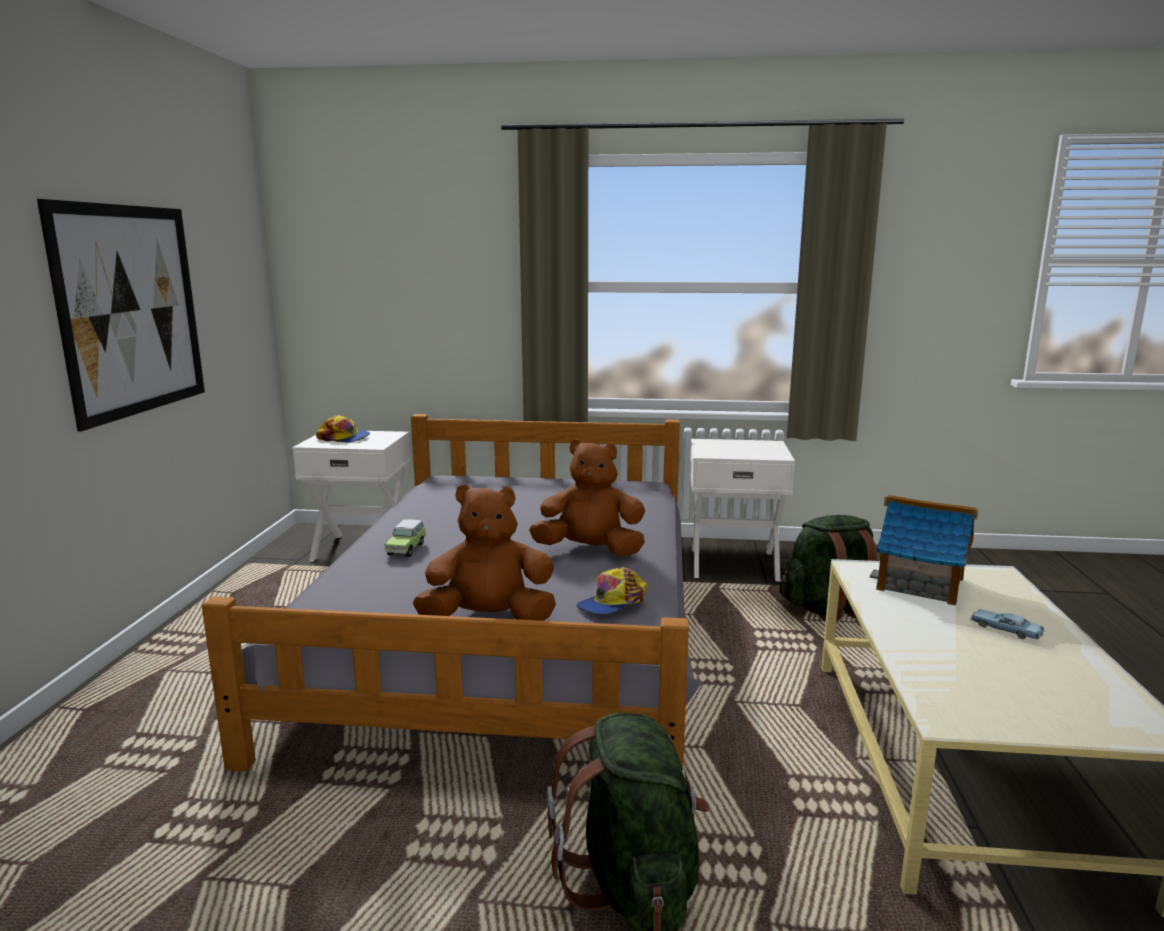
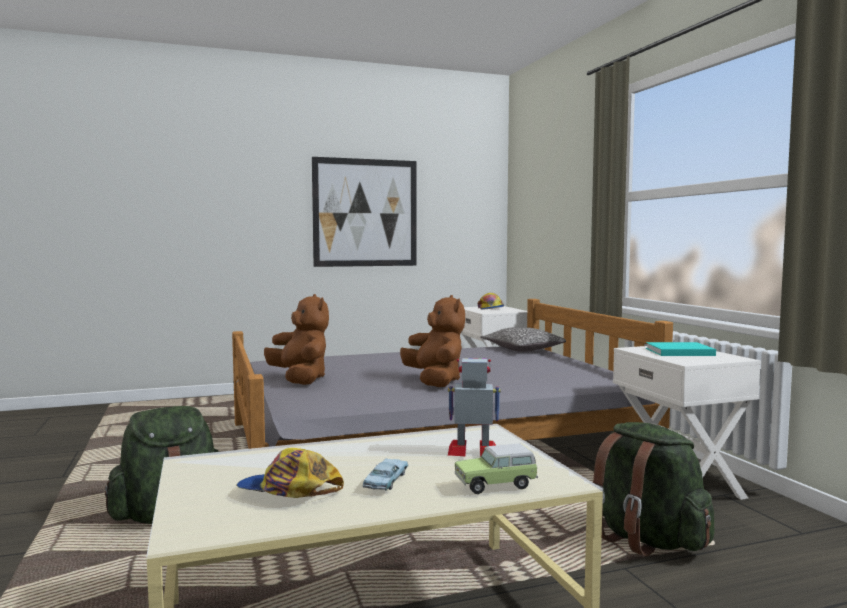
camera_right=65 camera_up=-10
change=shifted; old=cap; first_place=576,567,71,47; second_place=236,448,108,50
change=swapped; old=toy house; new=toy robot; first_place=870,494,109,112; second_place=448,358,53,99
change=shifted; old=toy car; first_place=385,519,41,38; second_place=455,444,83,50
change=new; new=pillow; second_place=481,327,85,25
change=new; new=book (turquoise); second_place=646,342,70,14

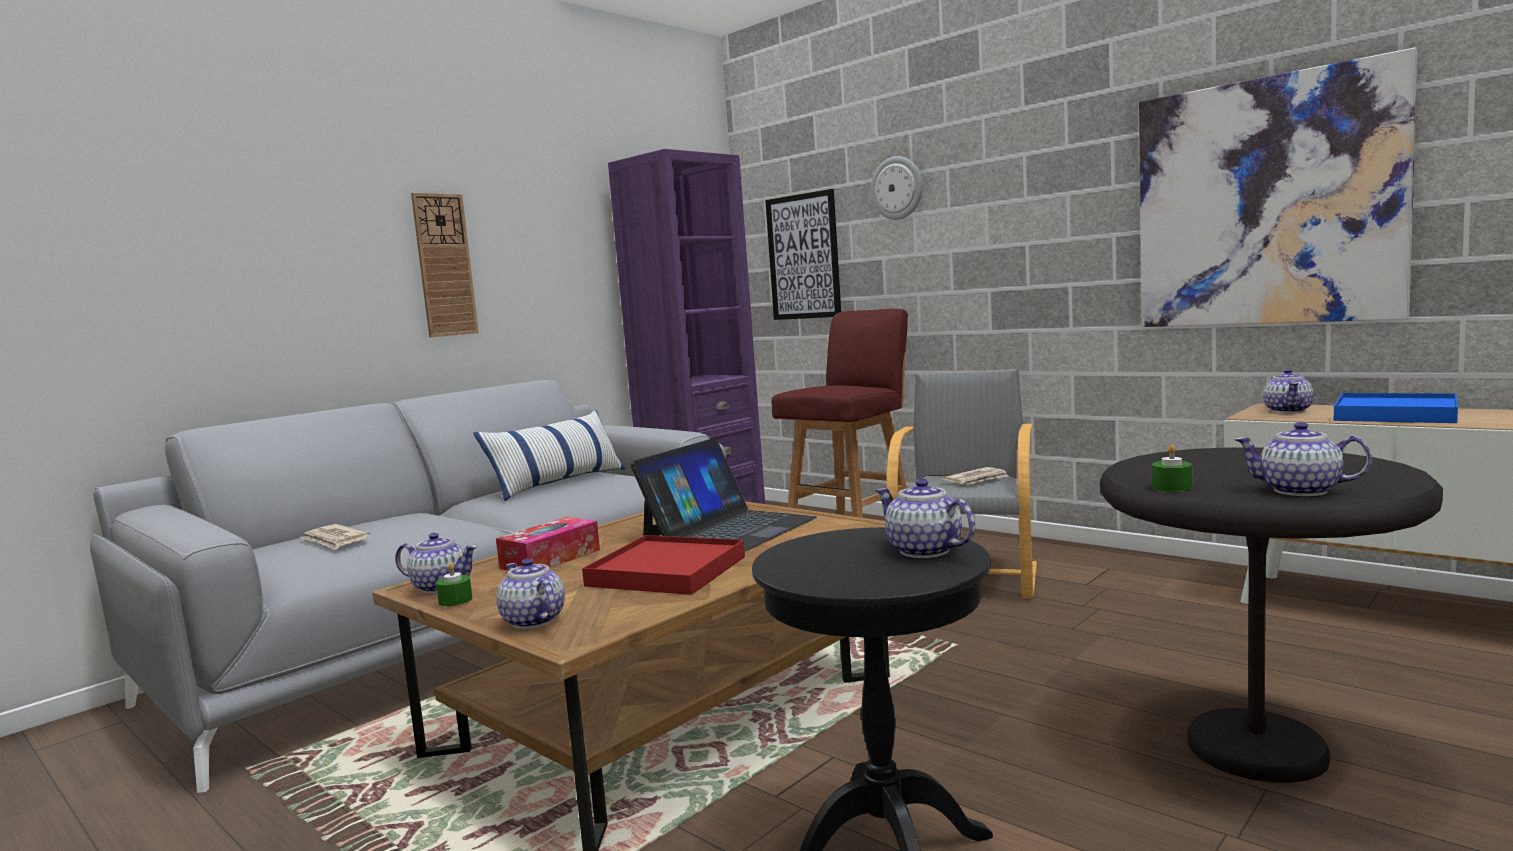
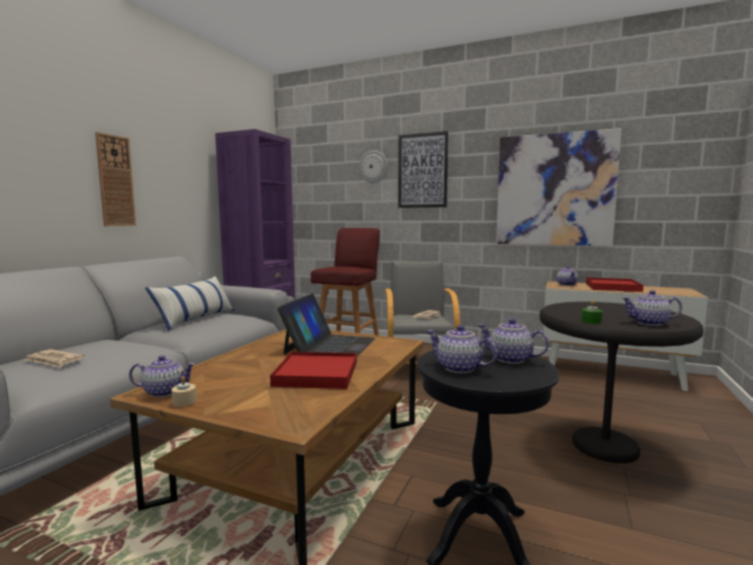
camera_right=-20 camera_up=0
change=repainted; old=candle (green); new=candle (beige); first_place=436,563,36,43; second_place=171,376,26,31
change=shifted; old=picture; first_place=765,189,76,131; second_place=398,131,51,77
change=shifted; old=teapot; first_place=496,558,69,71; second_place=427,325,70,48
change=repainted; old=tray (blue); new=tray (red); first_place=1334,393,124,30; second_place=586,277,57,15
change=gone; old=tissue box; first_place=496,517,104,53

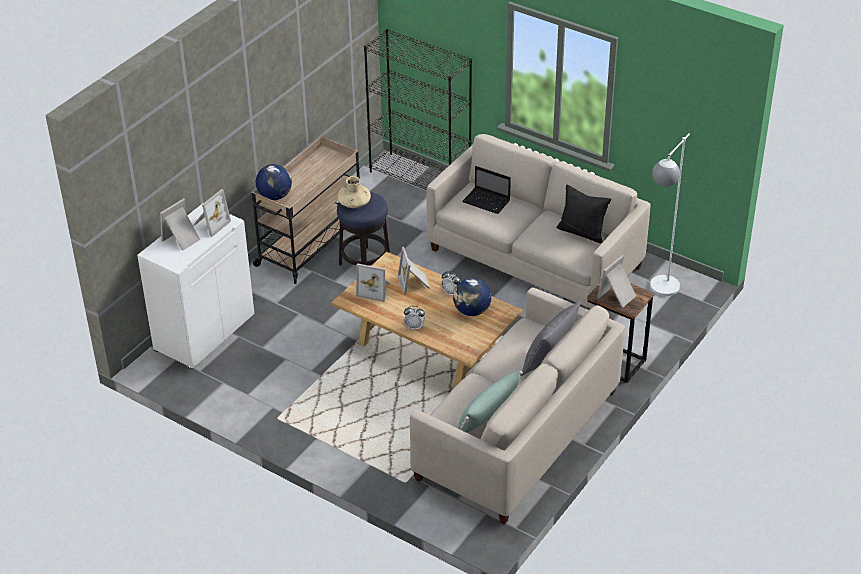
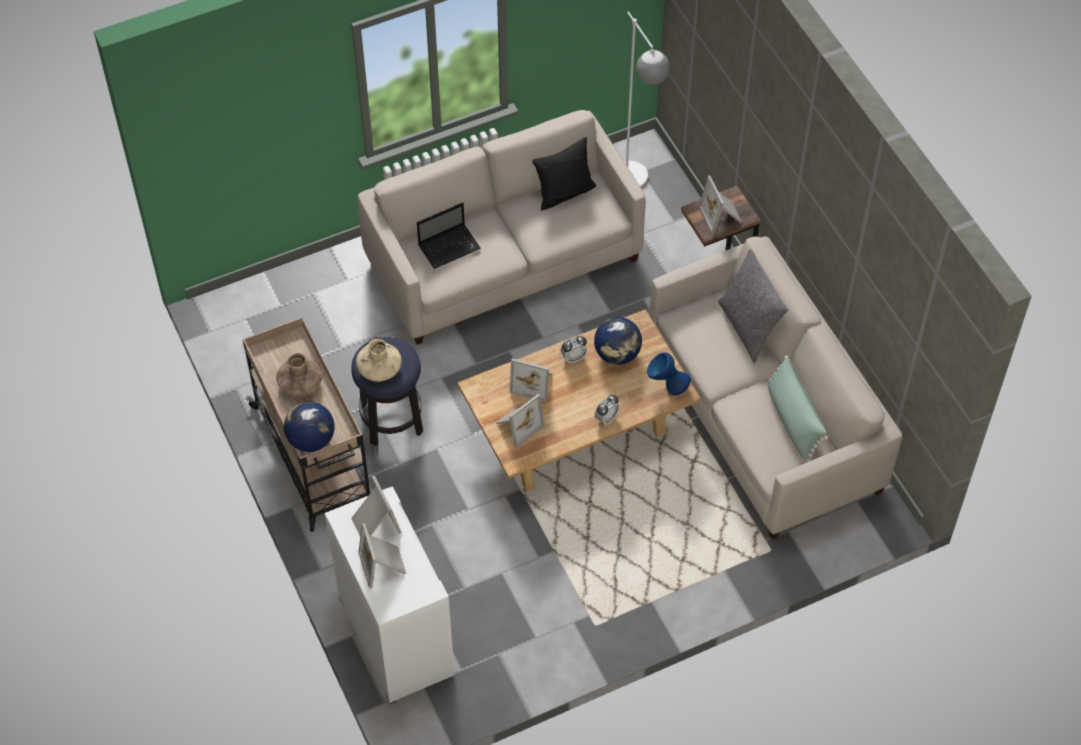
camera_right=-60 camera_up=15
change=new; new=vase (brown); second_place=276,353,46,43
change=new; new=vase (blue); second_place=647,352,44,43
change=gone; old=bookcase (black); first_place=364,29,108,161

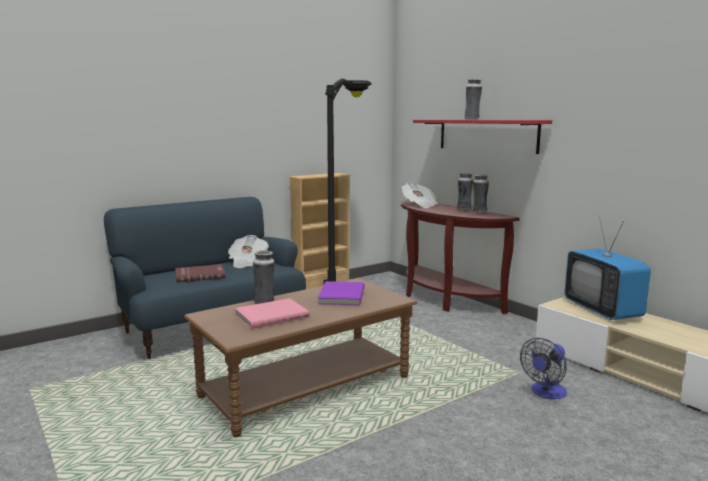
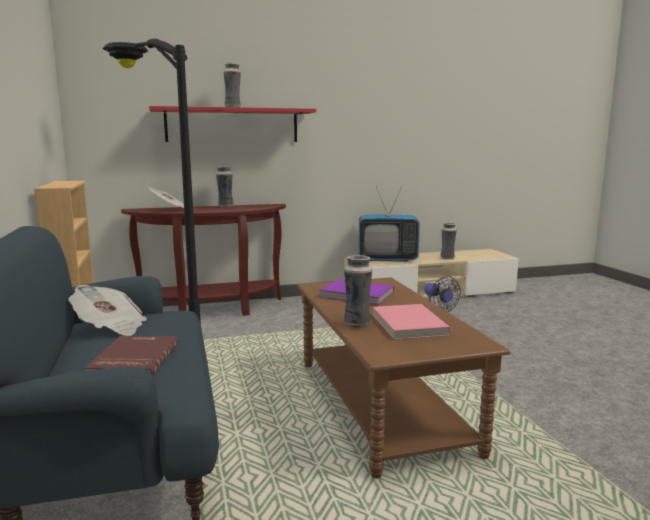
camera_right=-70 camera_up=0
change=shifted; old=vase; first_place=473,174,16,39; second_place=441,222,16,38

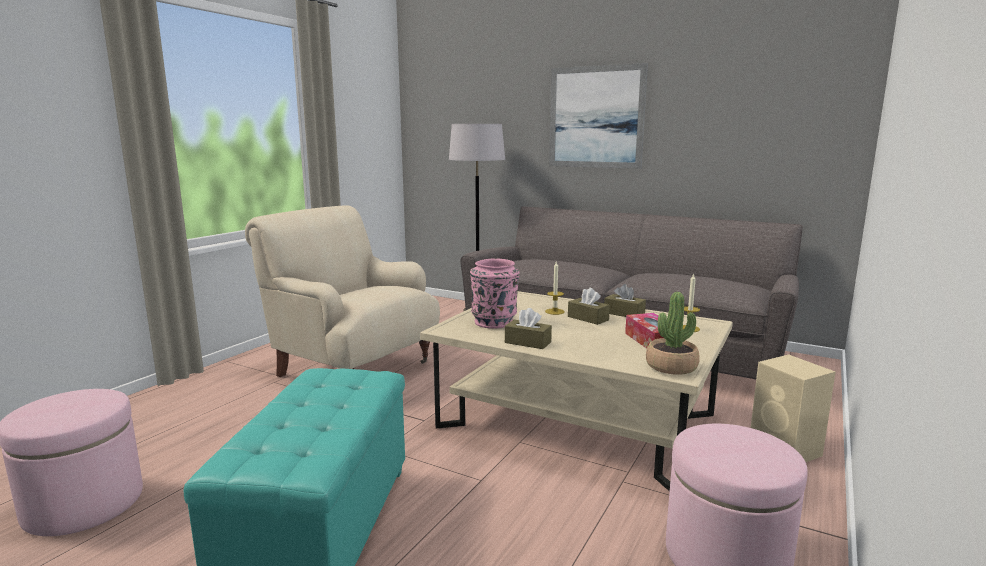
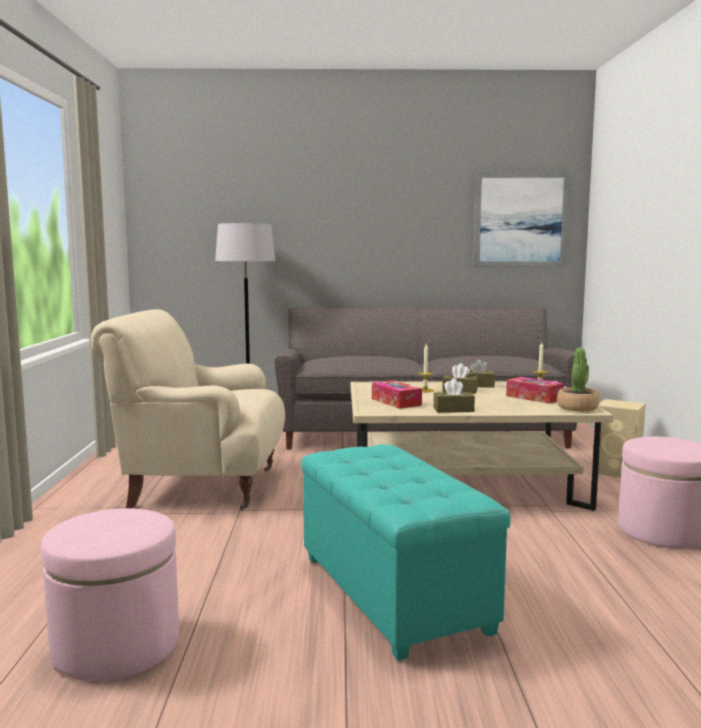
camera_right=-30 camera_up=-5
change=swapped; old=vase (pink); new=tissue box; first_place=470,258,49,71; second_place=372,380,50,29
change=shifted; old=picture; first_place=549,63,99,106; second_place=473,172,97,95

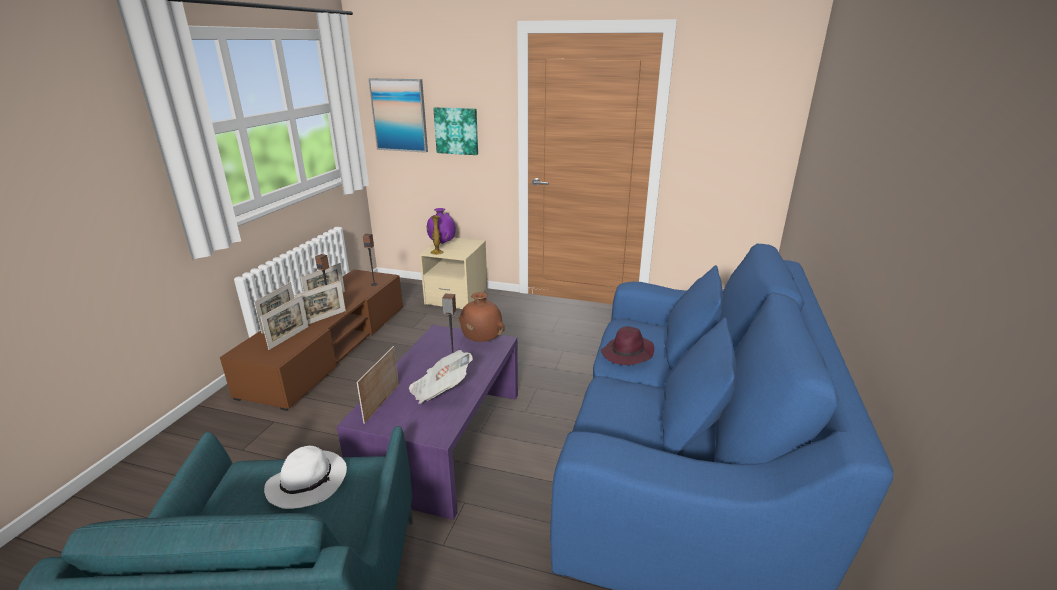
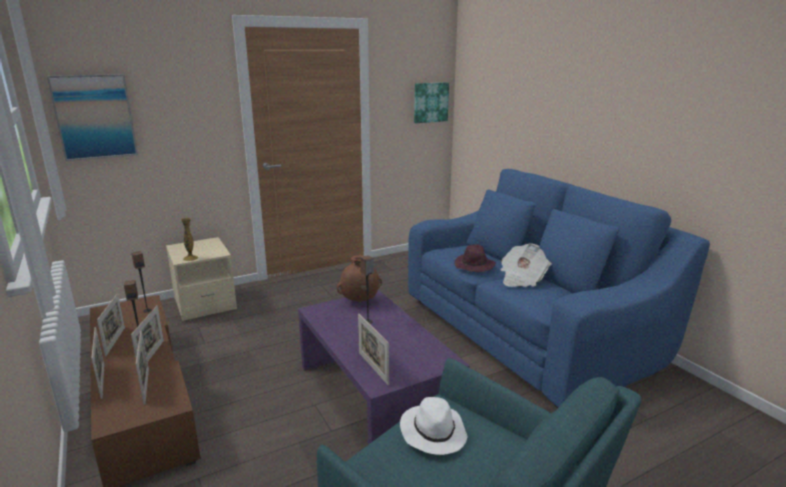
camera_right=-45 camera_up=-5
change=shifted; old=picture; first_place=433,107,45,48; second_place=414,82,35,41
change=shifted; old=newspaper; first_place=409,350,64,54; second_place=501,243,51,44
change=gone; old=vase (purple); first_place=427,208,29,36

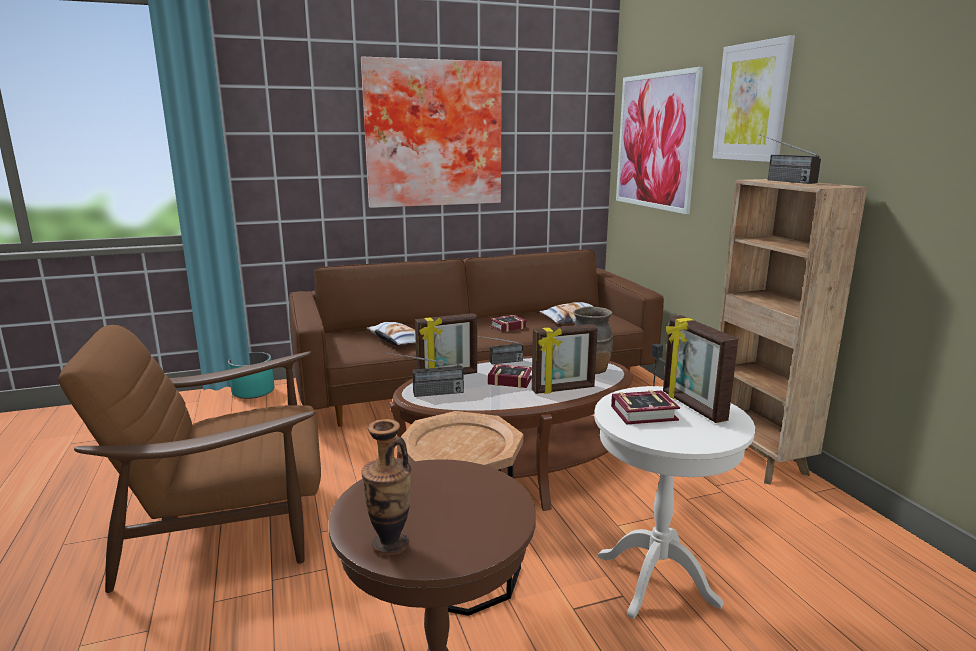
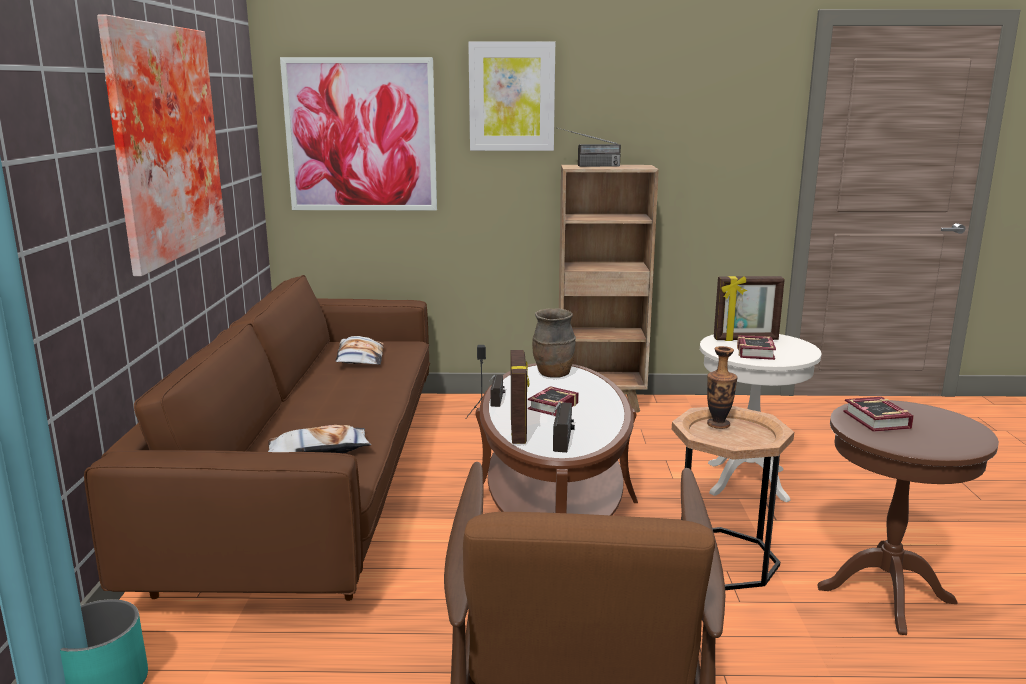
camera_right=-70 camera_up=0
change=shifted; old=vase; first_place=361,419,51,137; second_place=707,346,31,83
change=shifted; old=book; first_place=490,315,37,17; second_place=843,397,71,35
change=gone; old=picture frame; first_place=532,324,66,70

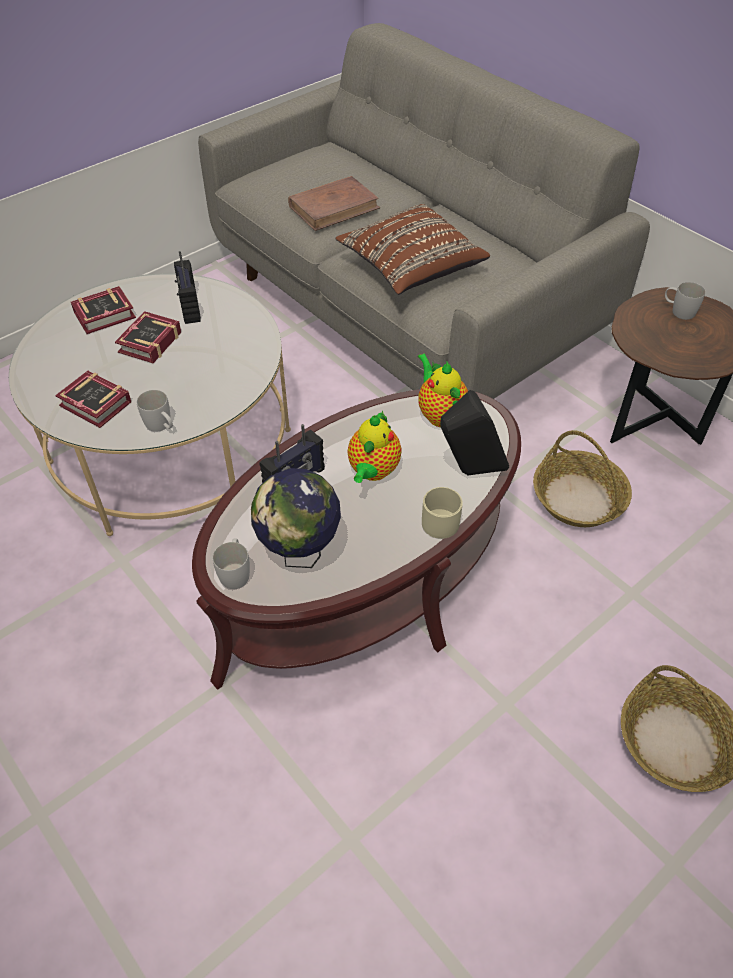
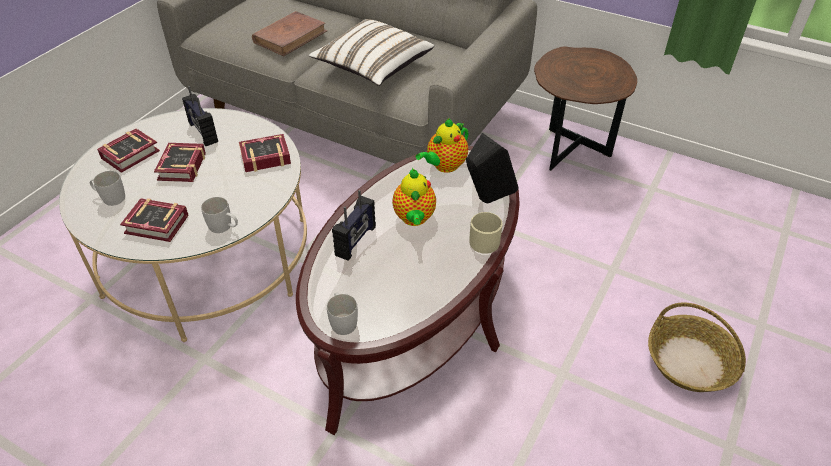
camera_right=-20 camera_up=-5
change=shifted; old=mug (white); first_place=665,282,41,38; second_place=90,171,35,35
change=new; new=book; second_place=239,134,52,38
change=repainted; old=pillow (brown); new=pillow (white); first_place=336,204,154,91; second_place=309,19,125,67
change=rotated; old=teapot; first_place=418,353,50,74; second_place=415,118,54,55; degrees=-90
change=gone; old=globe; first_place=251,468,90,100
change=gone; old=basket; first_place=533,430,99,97

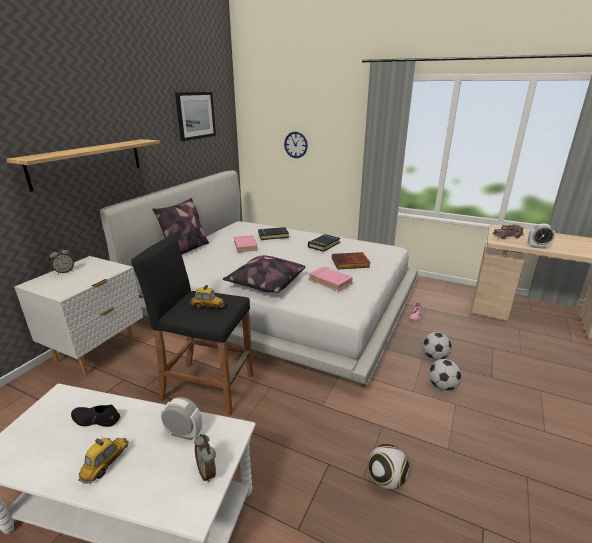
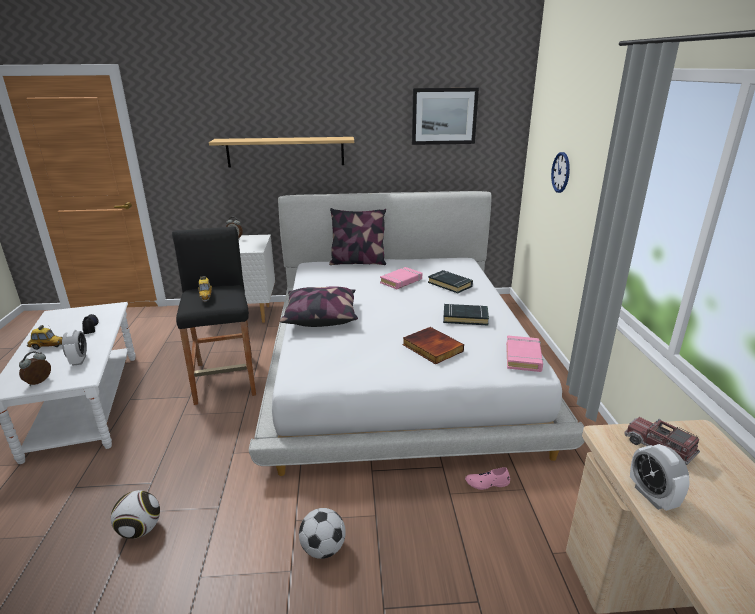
camera_right=60 camera_up=0
change=shifted; old=book (pink); first_place=309,267,44,24; second_place=506,335,37,37
change=gone; old=football; first_place=422,332,29,28

